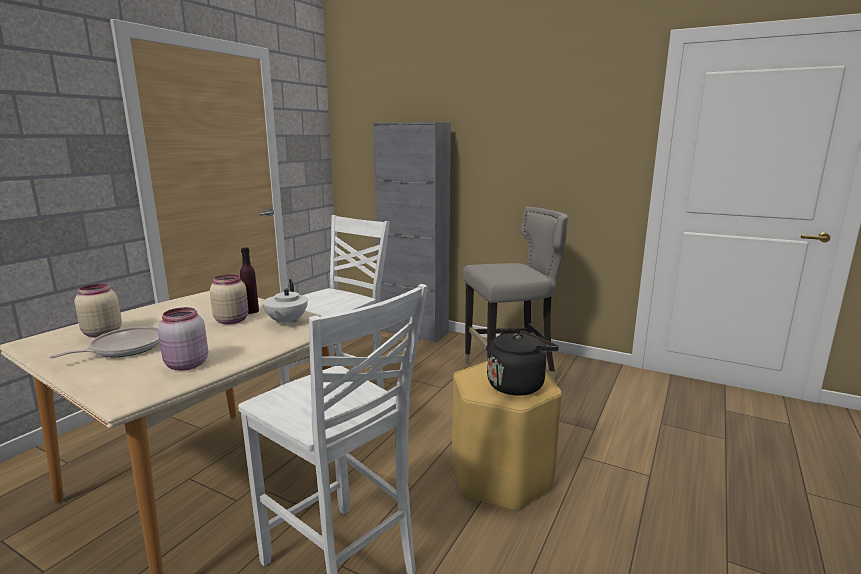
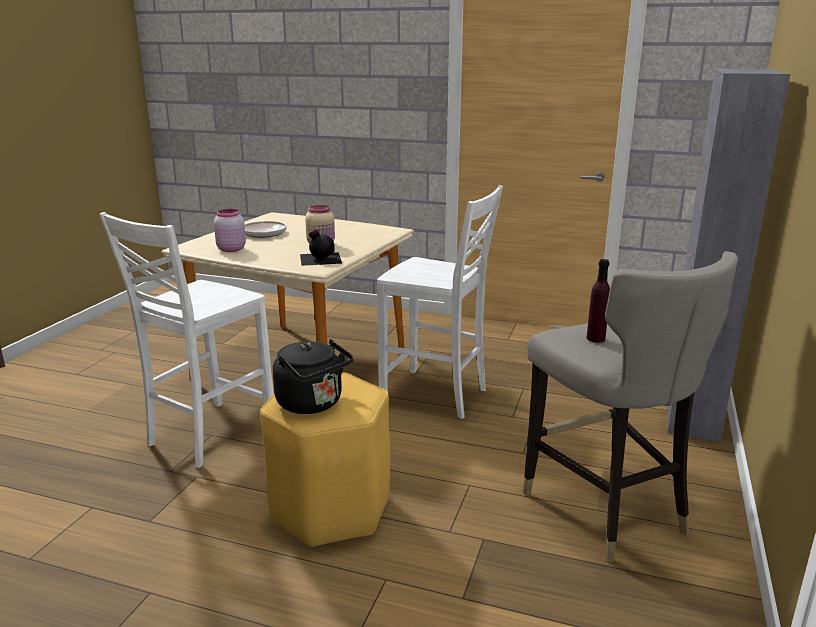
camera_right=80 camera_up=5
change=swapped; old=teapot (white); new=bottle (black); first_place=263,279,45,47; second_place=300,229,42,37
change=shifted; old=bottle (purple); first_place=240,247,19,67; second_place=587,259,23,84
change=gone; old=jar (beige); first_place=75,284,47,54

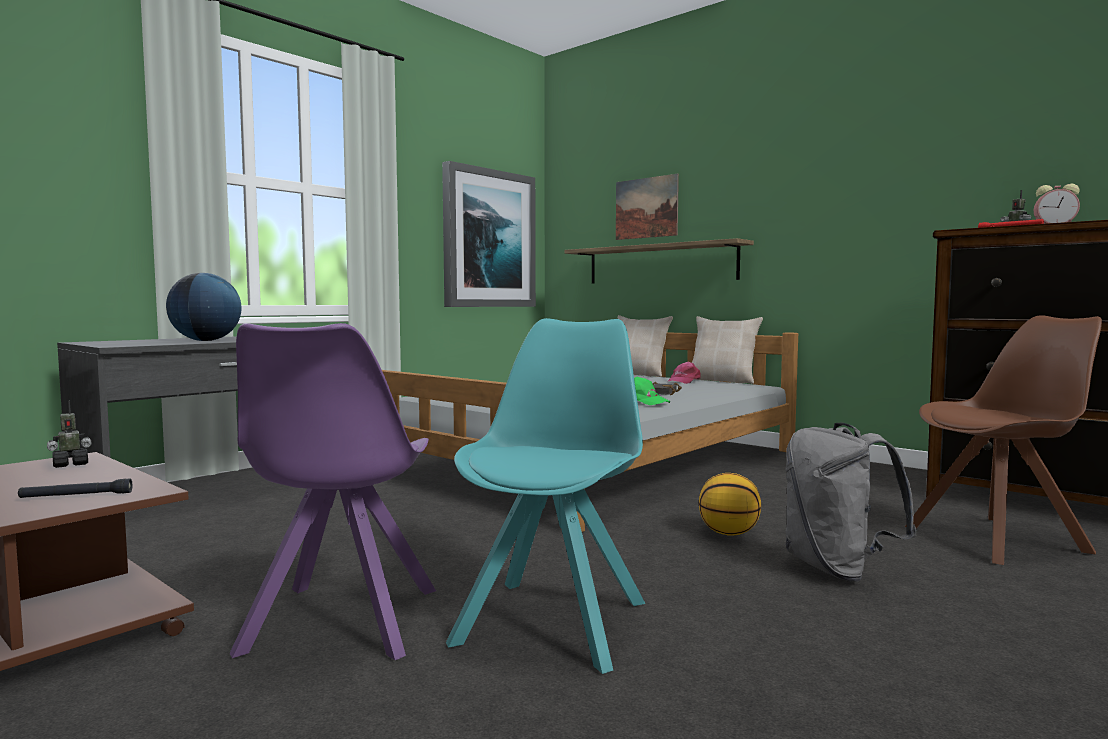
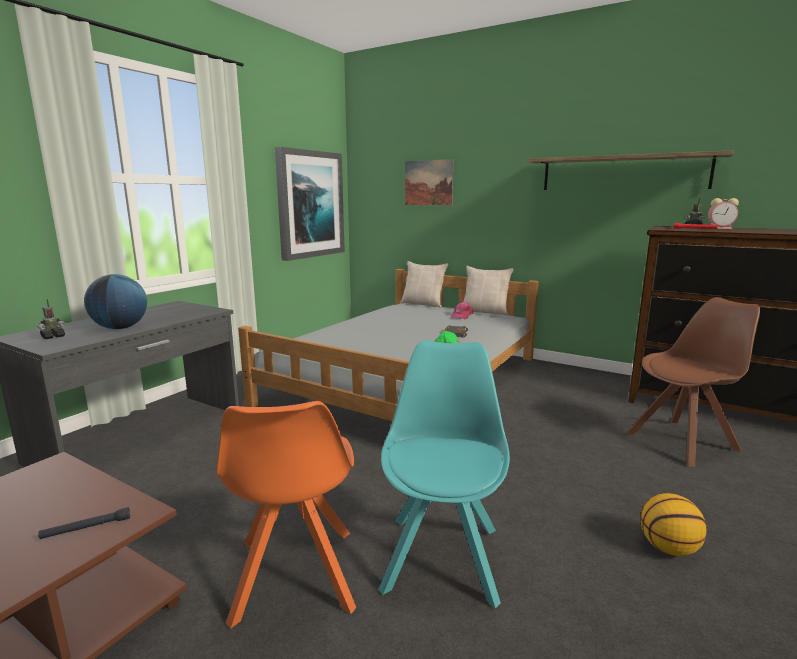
camera_right=-10 camera_up=10
change=shifted; old=toy robot; first_place=47,400,45,68; second_place=37,299,28,40
change=repainted; old=chair (purple); new=chair (orange); first_place=229,323,207,337; second_place=216,401,140,228
change=shifted; old=shelf; first_place=564,238,190,45; second_place=528,150,206,40
change=shifted; old=basketball; first_place=699,473,62,63; second_place=641,493,65,63
change=gone; old=backpack (grey); first_place=785,423,132,159

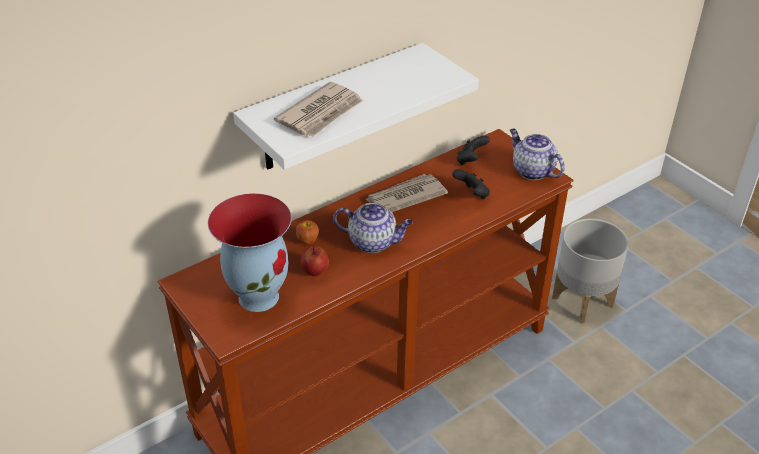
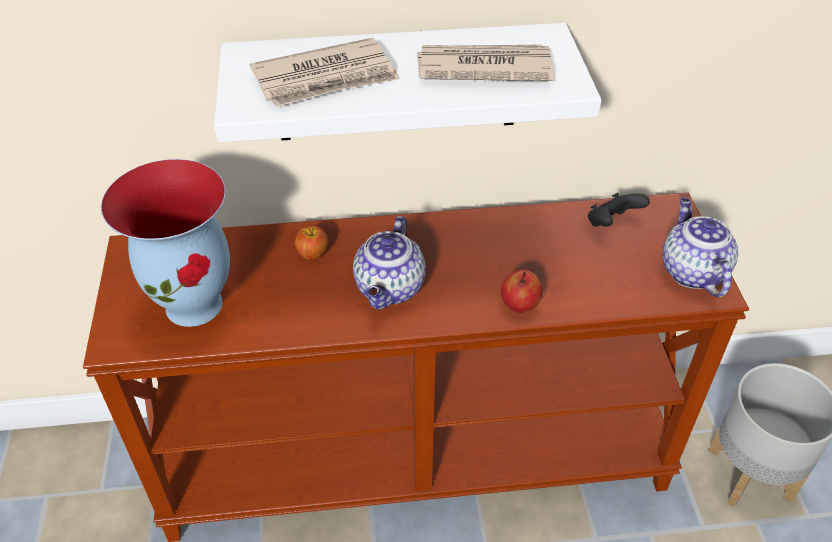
camera_right=30 camera_up=5
change=rotated; old=teapot; first_place=333,203,80,50; second_place=353,216,73,93; degrees=60
change=shifted; old=newspaper; first_place=365,174,83,38; second_place=417,44,137,37
change=shifted; old=apple; first_place=301,246,28,30; second_place=501,269,41,44
change=gone; old=game controller (black); first_place=452,169,38,30

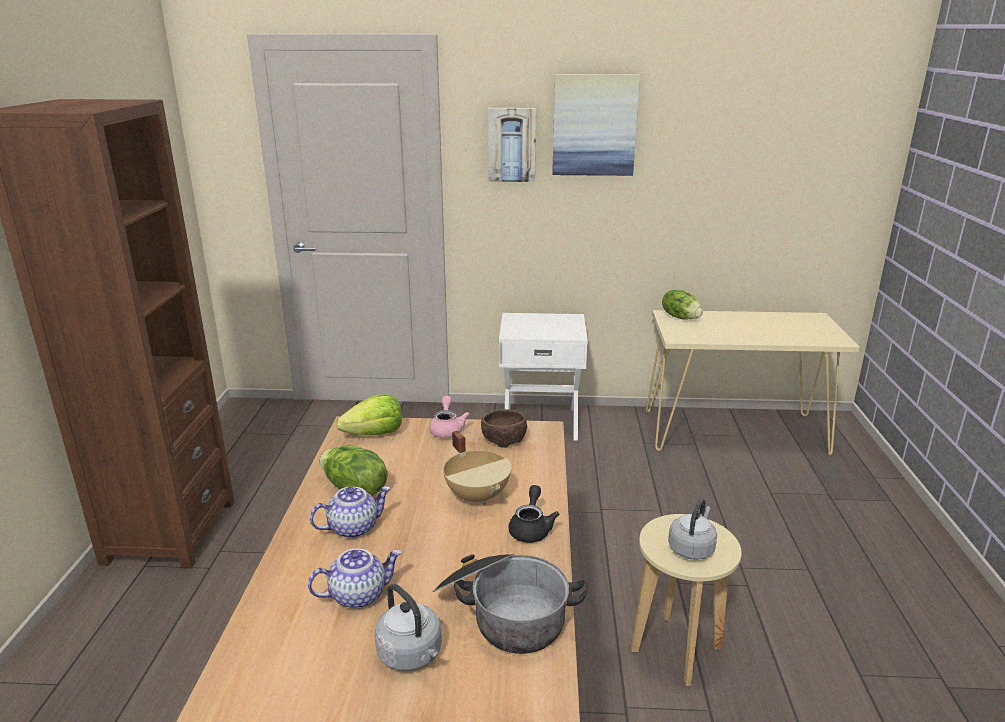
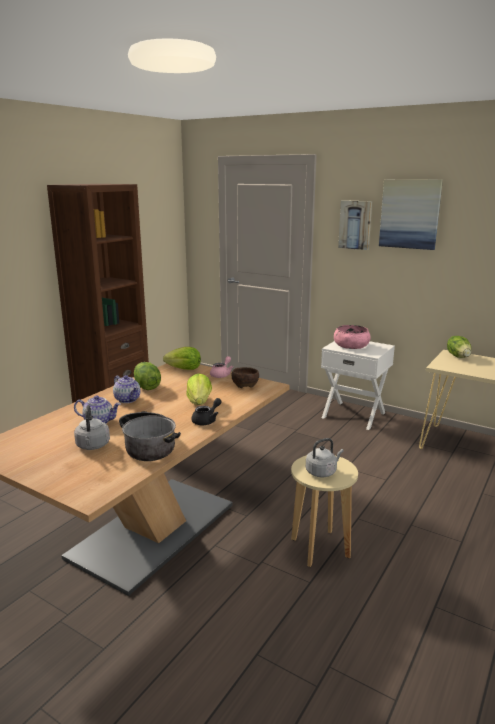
camera_right=30 camera_up=-5
change=rotated; old=teapot; first_place=310,486,81,53; second_place=113,375,28,28; degrees=45
change=swapped; old=cooking pot (beige); new=lettuce; first_place=443,431,69,74; second_place=186,373,26,32
change=new; new=bowl (pink); second_place=334,325,37,24

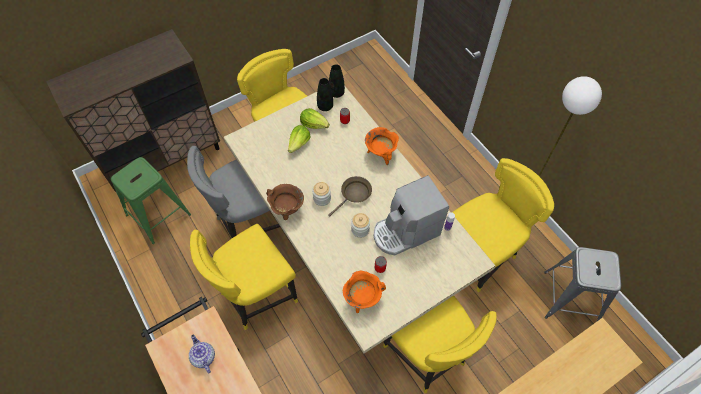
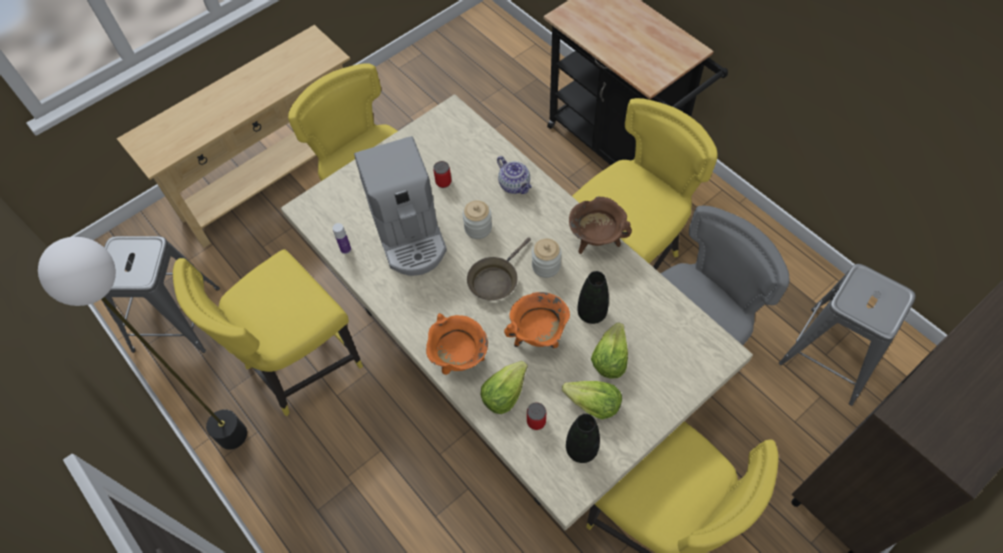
camera_right=175 camera_up=0
change=rotated; old=coffee machine; first_place=374,175,75,80; second_place=354,136,93,140; degrees=105
change=new; new=lettuce; second_place=481,361,47,53
change=shifted; old=teapot; first_place=189,334,26,39; second_place=497,156,35,38
change=shifted; old=cooking pot (orange); first_place=343,271,43,42; second_place=504,292,66,56
change=shifted; old=vase (black); first_place=329,64,16,34; second_place=577,271,32,53
change=repainted; old=stool (green); new=stool (grey); first_place=111,157,80,87; second_place=779,264,137,142

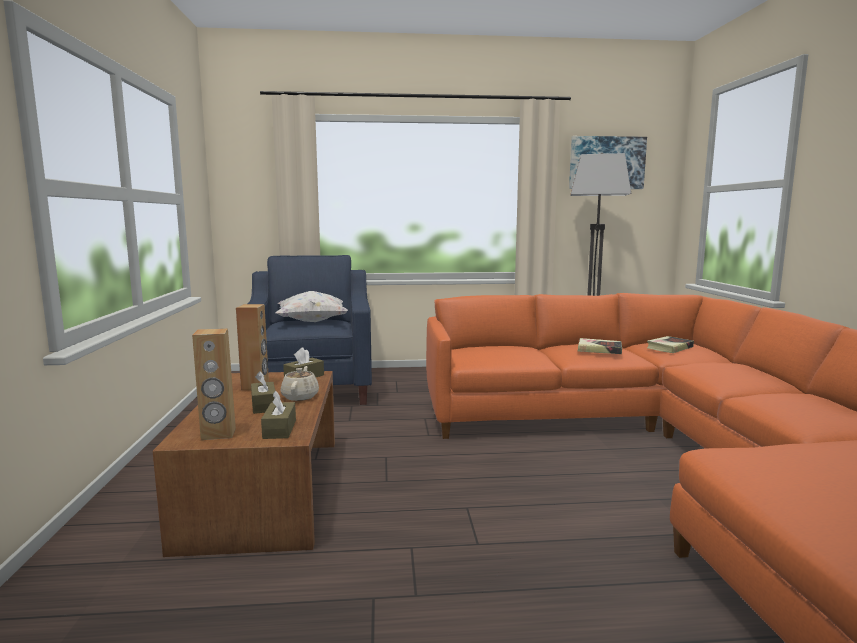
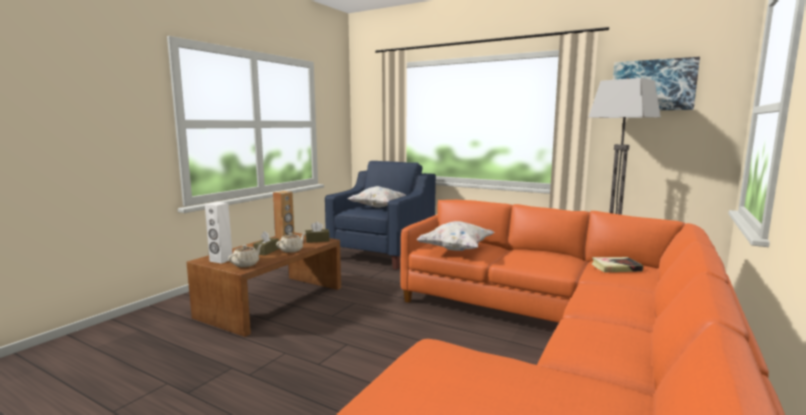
camera_right=35 camera_up=0
change=repainted; old=speaker (brown); new=speaker (white); first_place=192,328,44,112; second_place=205,202,27,62
change=swapped; old=tissue box (brown); new=teapot (beige); first_place=261,391,35,48; second_place=228,244,34,23
change=new; new=pillow (white); second_place=416,221,79,30
change=gone; old=book; first_place=578,338,44,16

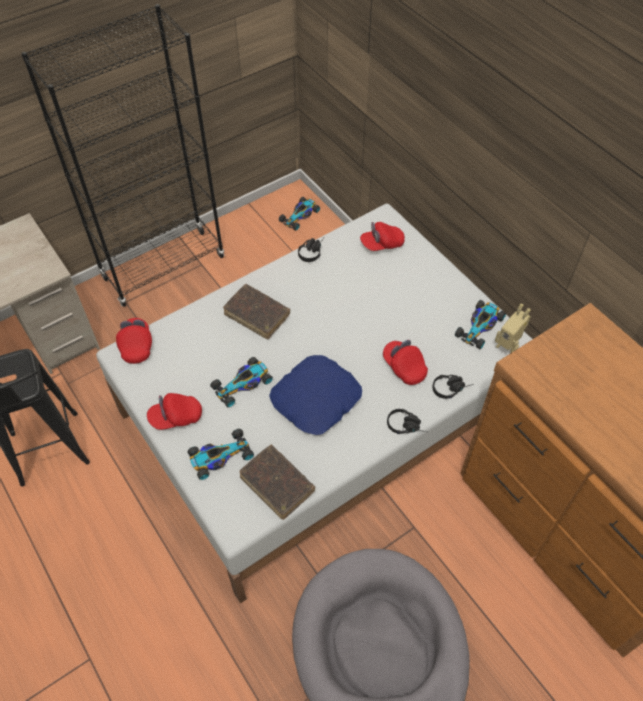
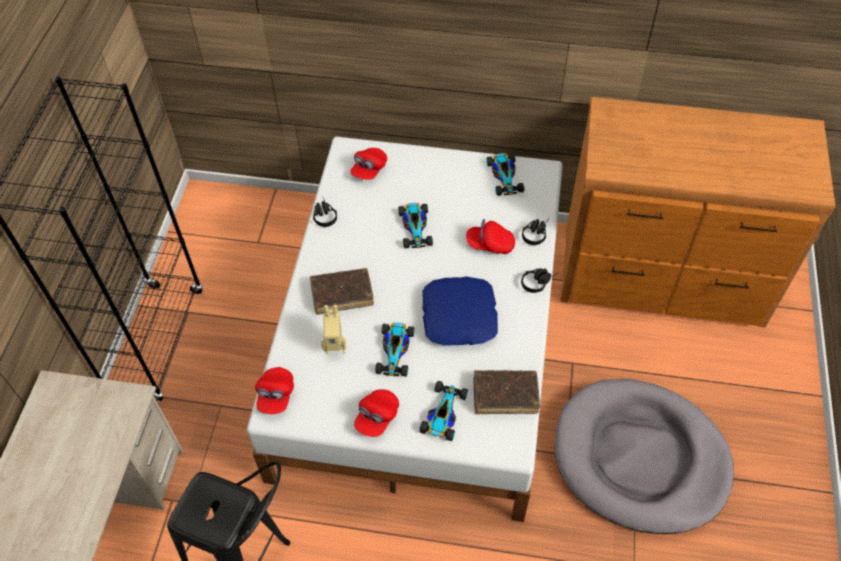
camera_right=-45 camera_up=0
change=rotated; old=cap (red); first_place=116,318,36,46; second_place=255,367,39,47; degrees=-120
change=shifted; old=toy robot; first_place=495,303,36,50; second_place=321,305,25,49
change=shifted; old=toy car; first_place=279,197,41,34; second_place=398,203,35,46

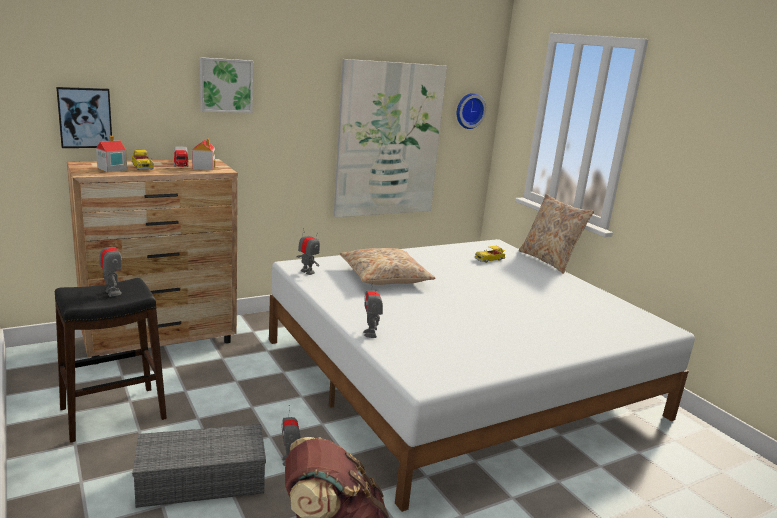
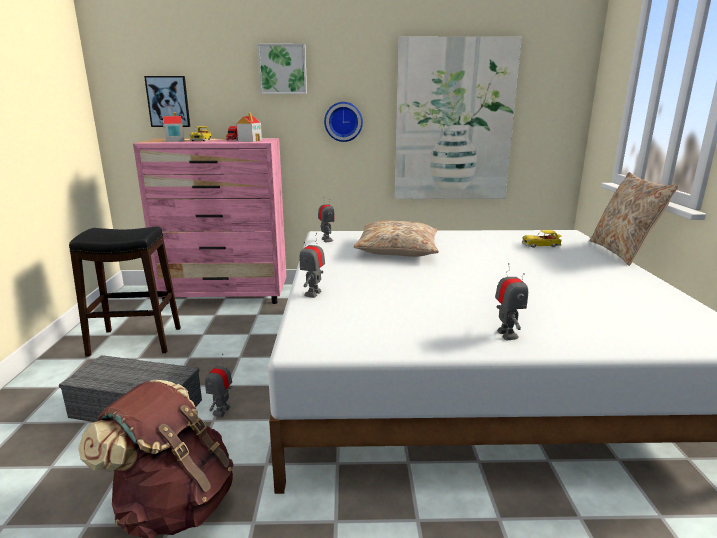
camera_right=30 camera_up=0
change=repainted; old=dresser (brown); new=dresser (pink); first_place=67,159,171,206; second_place=133,138,153,166
change=shifted; old=wall clock; first_place=457,93,29,36; second_place=324,102,39,40
change=shifted; old=toy robot; first_place=99,236,23,61; second_place=495,263,33,77

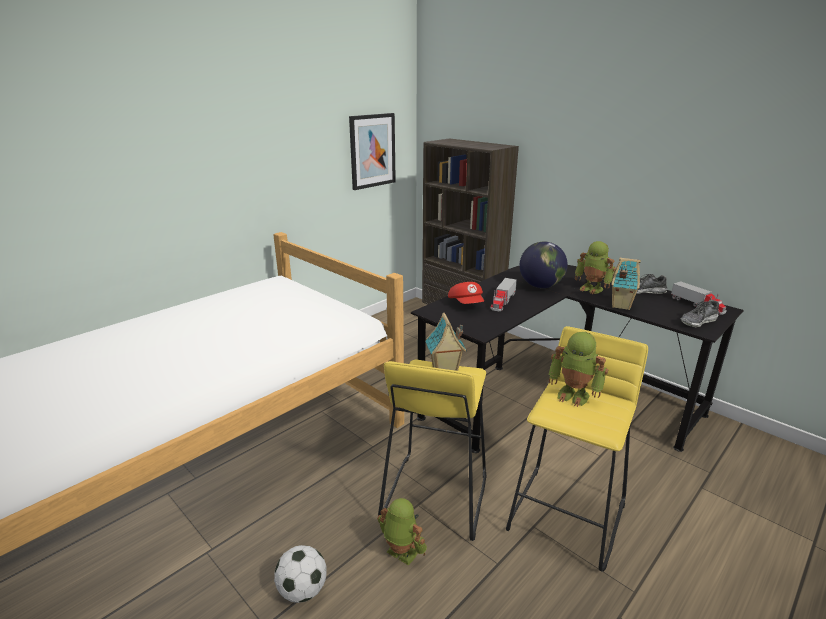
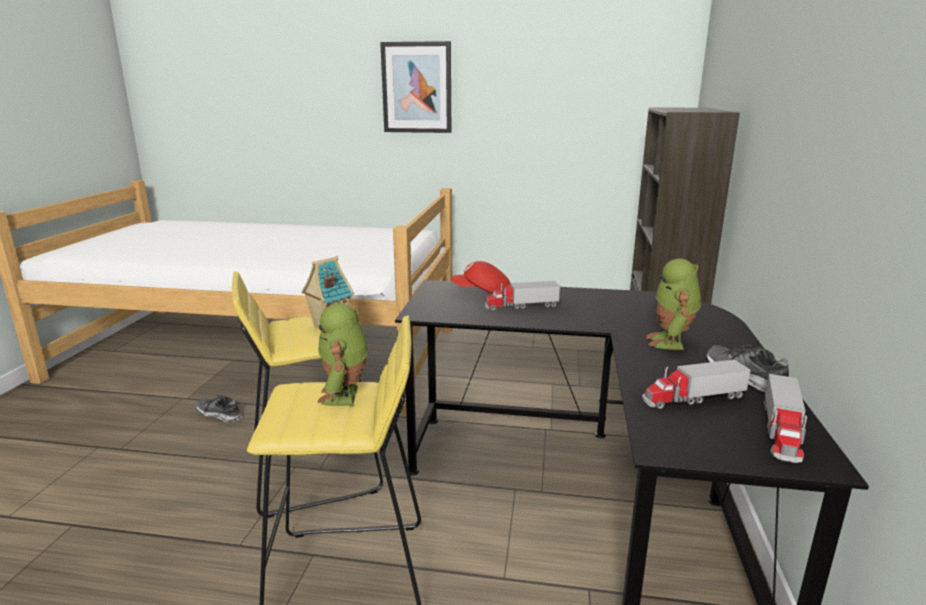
camera_right=55 camera_up=-5
change=shifted; old=shoe; first_place=680,300,39,28; second_place=196,395,46,27
change=shifted; old=picture; first_place=349,113,47,77; second_place=380,41,71,92
change=rotated; old=cap (red); first_place=448,282,36,22; second_place=451,261,59,33; degrees=60
change=new; new=toy truck; second_place=642,359,109,50
change=gone; old=football; first_place=274,545,52,58
change=gone; old=toy robot; first_place=377,498,50,67
change=gone; old=globe; first_place=519,242,49,46
change=gone; old=toy house; first_place=611,258,30,52

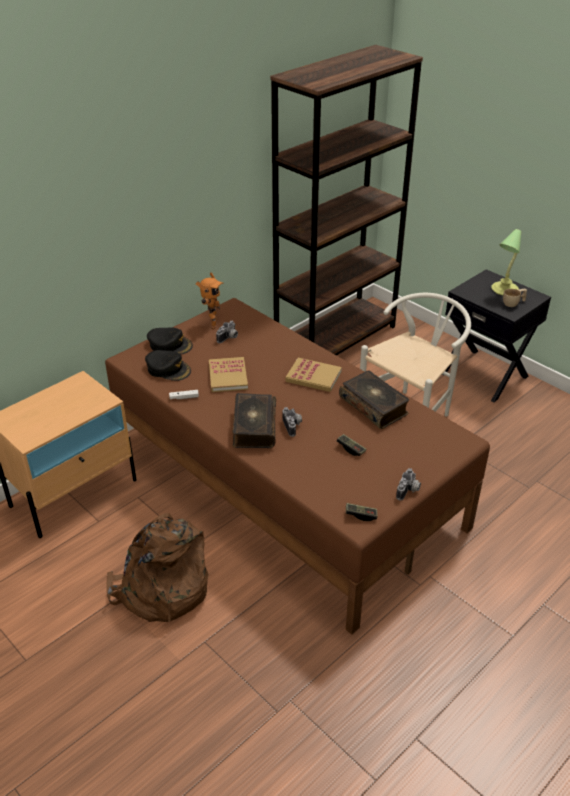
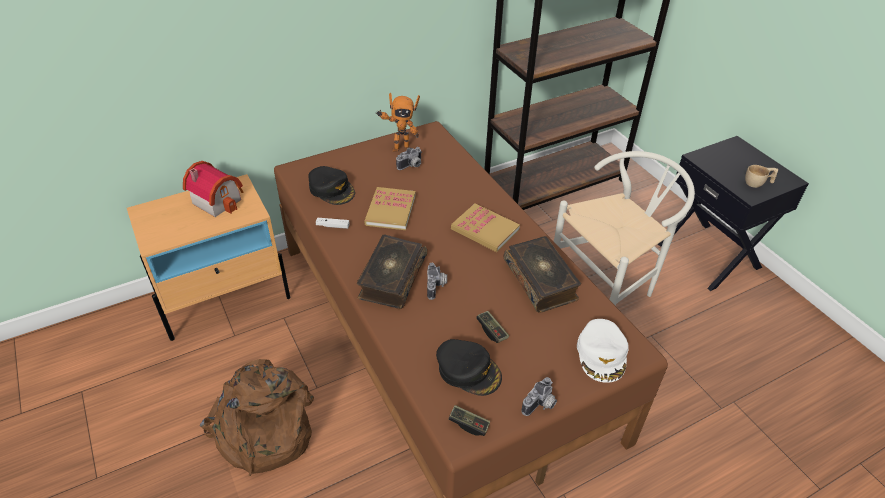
camera_right=15 camera_up=5
change=new; new=toy house; second_place=183,161,61,56
change=rotated; old=toy robot; first_place=196,272,28,58; second_place=376,93,44,59; degrees=45
change=shifted; old=cap (black); first_place=147,328,46,26; second_place=436,339,66,57
change=new; new=cap (white); second_place=577,319,52,64
change=gone; old=table lamp; first_place=491,229,30,66

